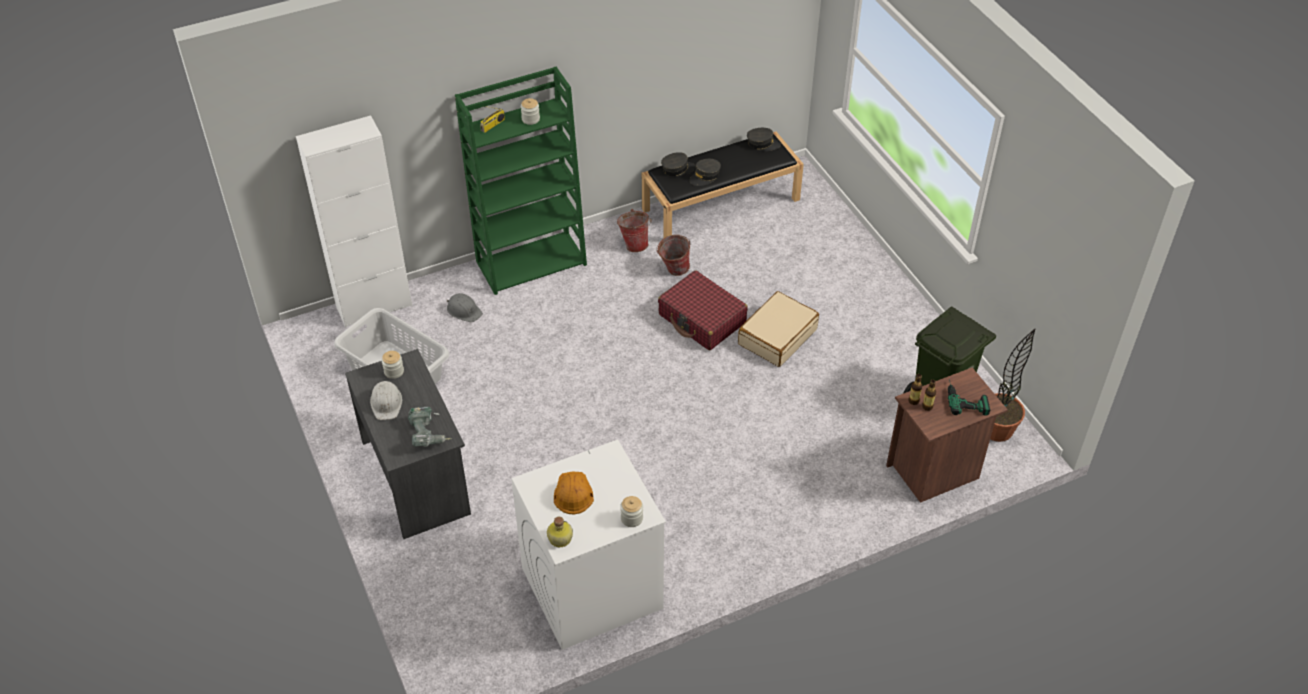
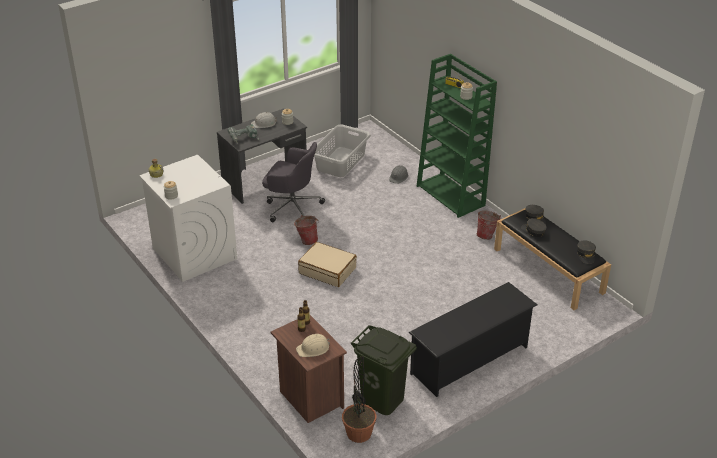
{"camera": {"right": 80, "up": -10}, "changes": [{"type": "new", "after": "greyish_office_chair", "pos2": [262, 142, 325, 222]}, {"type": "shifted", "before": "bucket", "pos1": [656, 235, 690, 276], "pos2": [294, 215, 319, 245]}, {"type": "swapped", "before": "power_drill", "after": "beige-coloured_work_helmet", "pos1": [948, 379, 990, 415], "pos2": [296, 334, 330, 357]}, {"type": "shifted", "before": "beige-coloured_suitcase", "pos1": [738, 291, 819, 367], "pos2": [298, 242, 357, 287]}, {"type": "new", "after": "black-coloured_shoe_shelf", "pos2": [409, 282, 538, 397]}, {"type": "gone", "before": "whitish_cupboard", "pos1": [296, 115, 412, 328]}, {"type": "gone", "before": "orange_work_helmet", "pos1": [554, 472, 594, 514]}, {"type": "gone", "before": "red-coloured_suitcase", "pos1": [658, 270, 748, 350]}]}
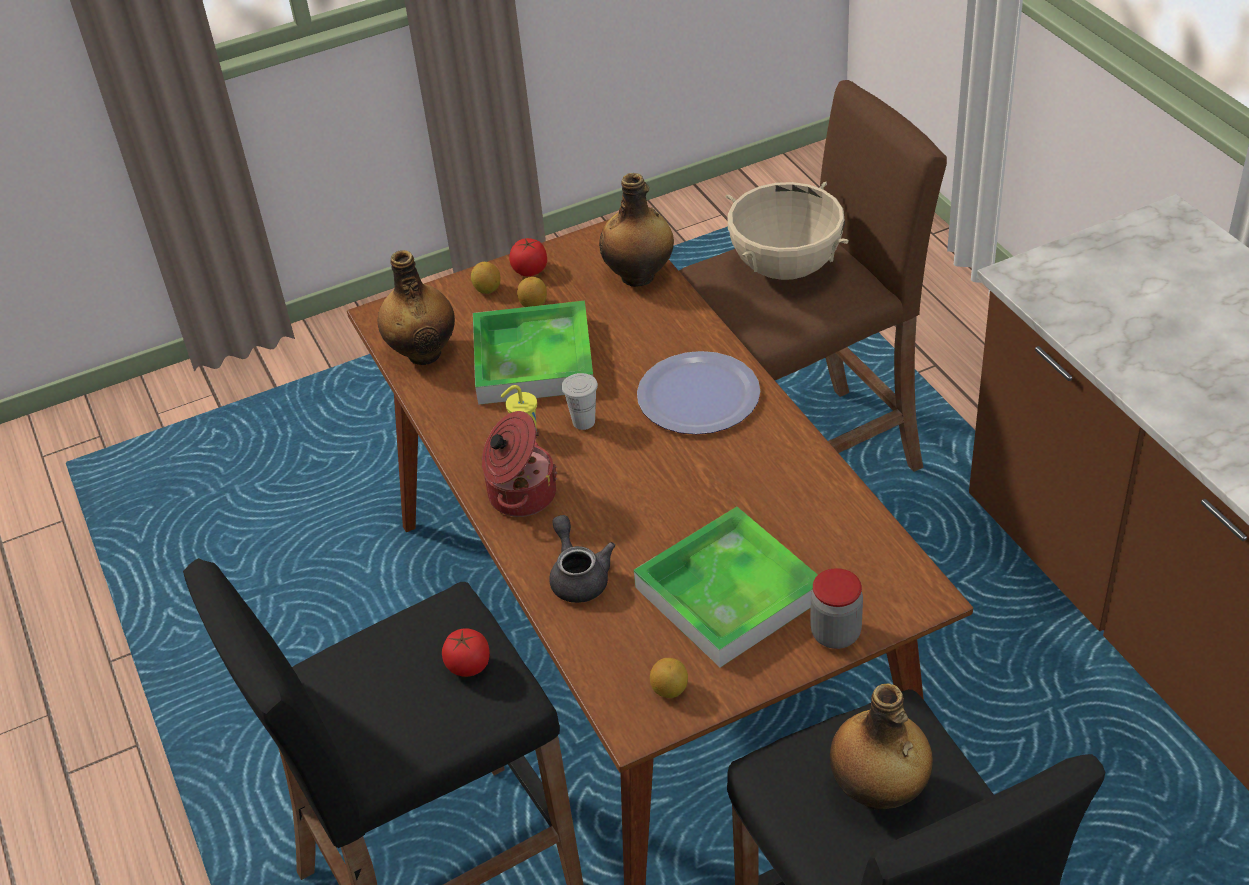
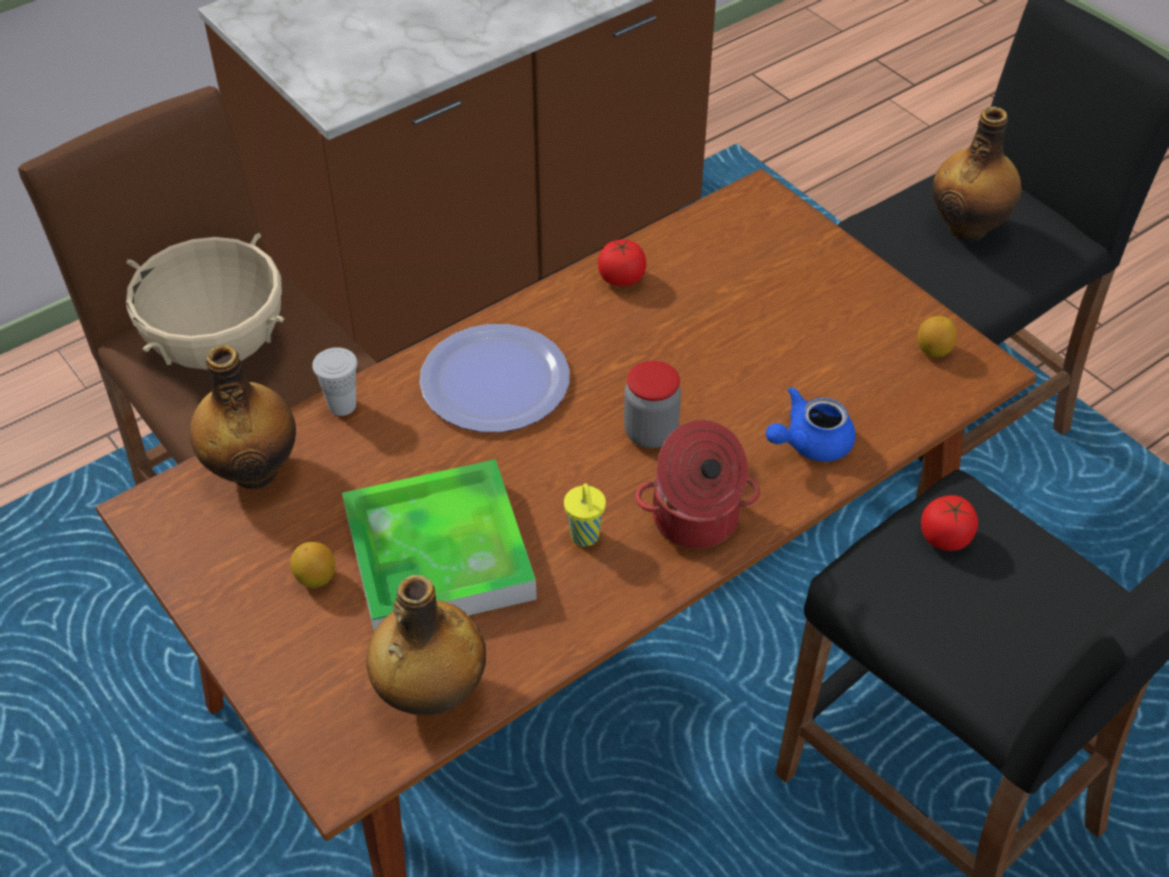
{"camera": {"right": -105, "up": 5}, "changes": [{"type": "shifted", "before": "whitish_cup", "pos1": [562, 373, 598, 430], "pos2": [312, 347, 358, 416]}, {"type": "shifted", "before": "tomato", "pos1": [509, 238, 547, 276], "pos2": [598, 239, 646, 286]}, {"type": "shifted", "before": "storage_jar", "pos1": [810, 568, 863, 649], "pos2": [624, 361, 681, 448]}, {"type": "repainted", "before": "greyish_pot_for_tea", "after": "blue_pot_for_tea", "pos1": [549, 515, 615, 603], "pos2": [766, 387, 856, 462]}, {"type": "gone", "before": "whole_lemon", "pos1": [471, 262, 501, 294]}, {"type": "gone", "before": "carrying_tray", "pos1": [634, 507, 818, 667]}]}
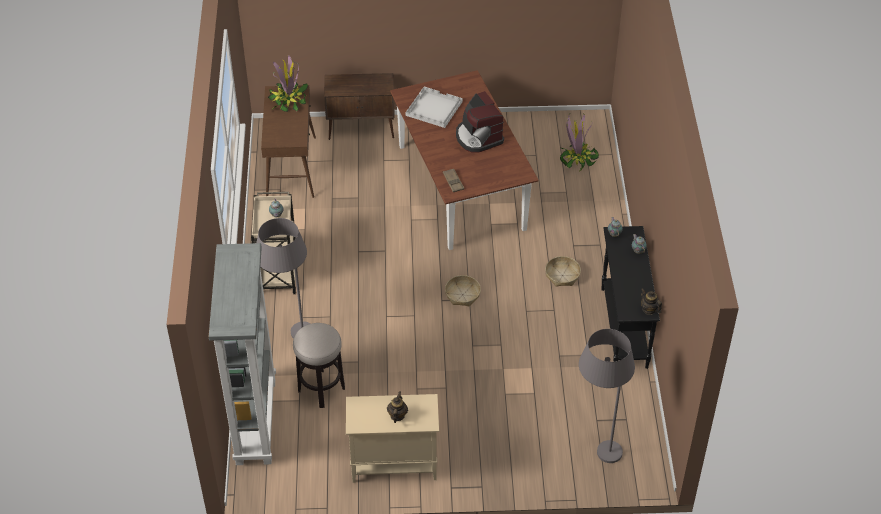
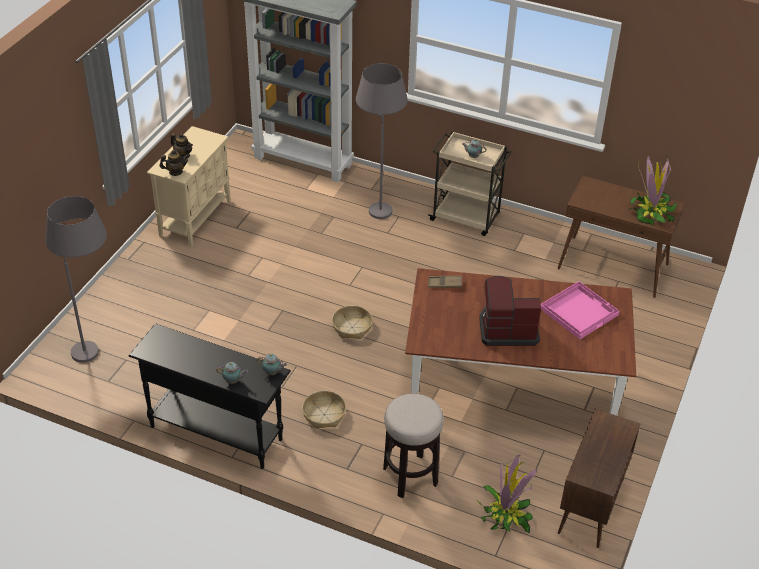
{"camera": {"right": 115, "up": -5}, "changes": [{"type": "shifted", "before": "pot_for_tea", "pos1": [641, 288, 662, 315], "pos2": [159, 150, 189, 176]}, {"type": "shifted", "before": "stool", "pos1": [293, 323, 345, 408], "pos2": [383, 394, 444, 498]}, {"type": "repainted", "before": "whitish_carrying_tray", "after": "pink_carrying_tray", "pos1": [405, 87, 463, 128], "pos2": [541, 281, 620, 339]}, {"type": "shifted", "before": "brown_cupboard", "pos1": [324, 73, 395, 140], "pos2": [558, 409, 641, 548]}]}
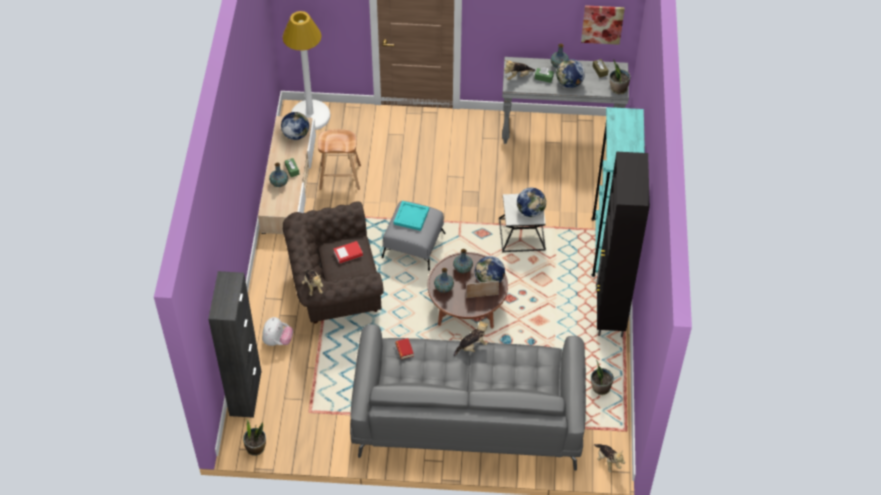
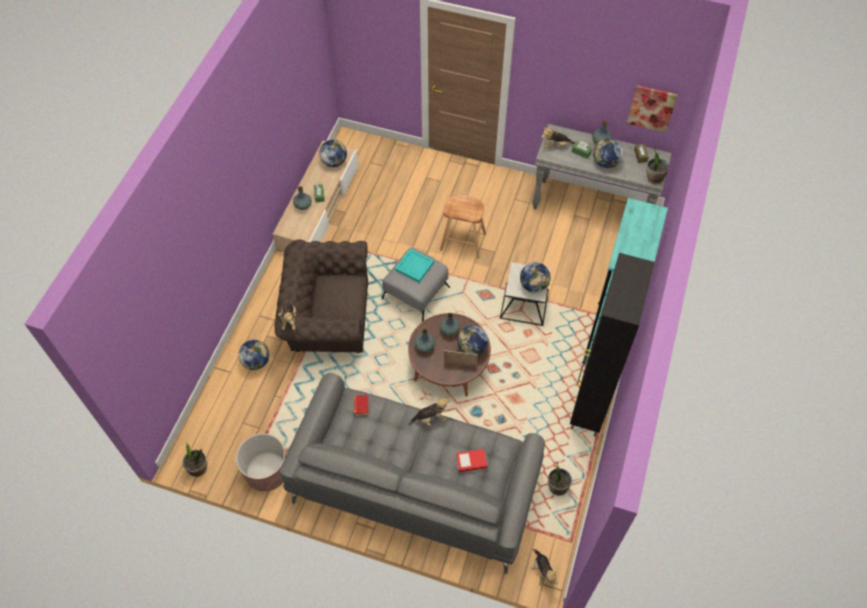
{"camera": {"right": 15, "up": 5}, "changes": [{"type": "new", "after": "brown_plant_pot", "pos2": [236, 433, 286, 491]}, {"type": "swapped", "before": "plush_toy", "after": "globe", "pos1": [262, 317, 293, 346], "pos2": [238, 340, 270, 370]}, {"type": "shifted", "before": "brown_stool", "pos1": [318, 129, 361, 190], "pos2": [440, 195, 486, 259]}, {"type": "shifted", "before": "volume", "pos1": [334, 241, 363, 264], "pos2": [456, 449, 487, 472]}, {"type": "gone", "before": "black-coloured_cupboard", "pos1": [208, 271, 261, 418]}, {"type": "gone", "before": "whitish_floor_lamp", "pos1": [282, 11, 330, 130]}]}
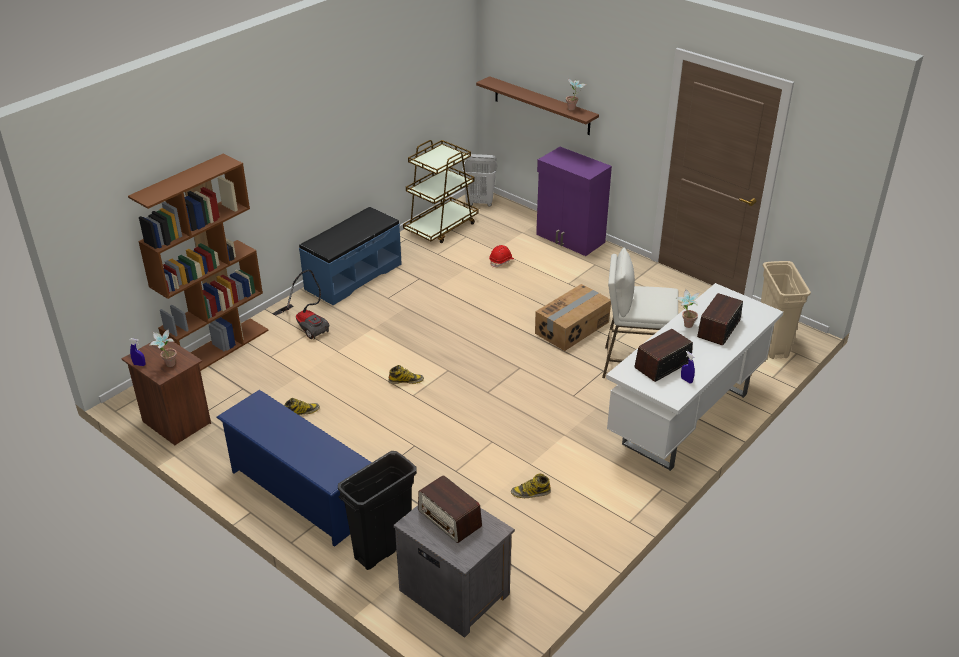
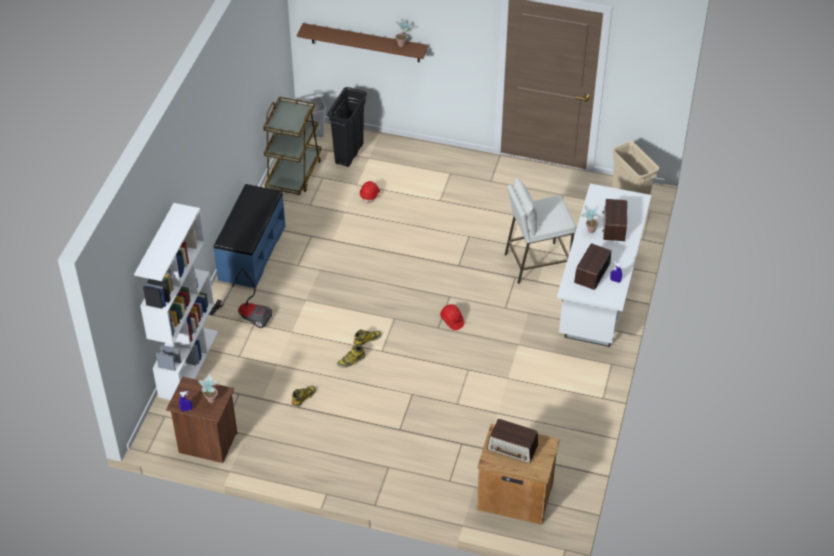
{"camera": {"right": -25, "up": 10}, "changes": [{"type": "repainted", "before": "brown_bookshelf", "after": "whitish_bookshelf", "pos1": [128, 154, 269, 371], "pos2": [134, 203, 218, 400]}, {"type": "shifted", "before": "black-coloured_rubbish_bin", "pos1": [338, 451, 417, 570], "pos2": [327, 87, 367, 167]}, {"type": "shifted", "before": "tall_boot", "pos1": [511, 473, 551, 498], "pos2": [337, 345, 365, 368]}, {"type": "new", "after": "red-coloured_work_helmet", "pos2": [440, 304, 464, 330]}, {"type": "repainted", "before": "greyish_bedside_table", "after": "brown_bedside_table", "pos1": [393, 505, 515, 638], "pos2": [477, 424, 560, 525]}, {"type": "gone", "before": "blue_shoe_shelf", "pos1": [216, 390, 372, 547]}, {"type": "gone", "before": "packing_box", "pos1": [535, 284, 611, 351]}, {"type": "gone", "before": "purple-coloured_cupboard", "pos1": [536, 147, 612, 256]}]}
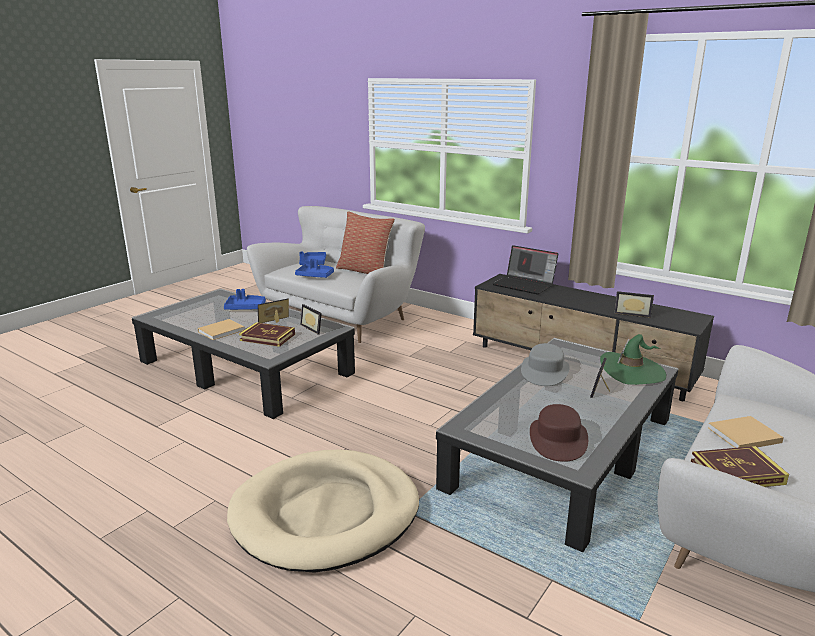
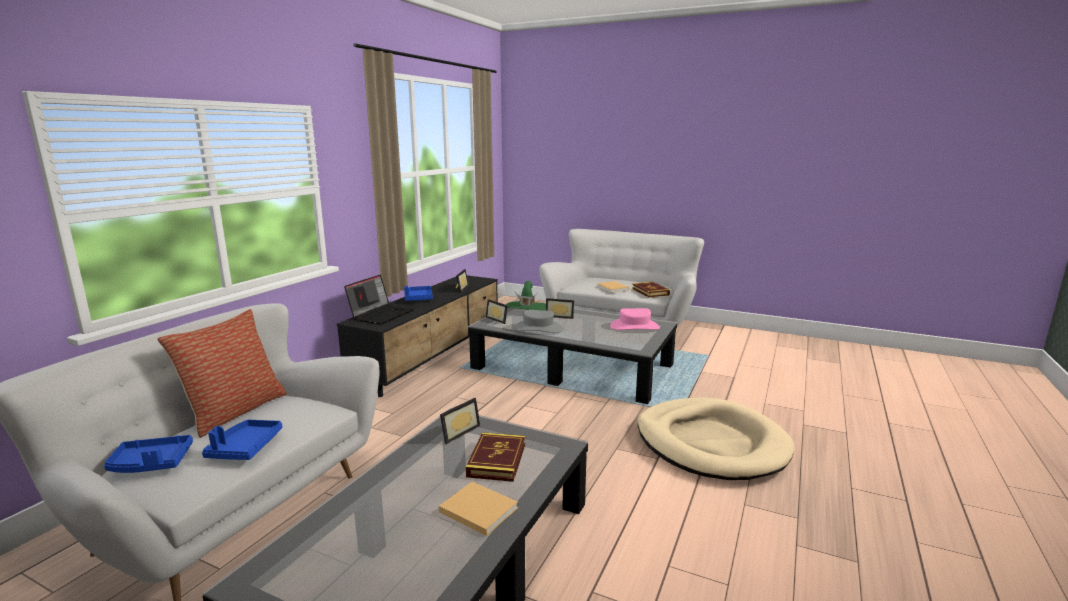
{"camera": {"right": -100, "up": -5}, "changes": [{"type": "shifted", "before": "blue_carrying_tray", "pos1": [224, 289, 266, 310], "pos2": [404, 286, 433, 301]}, {"type": "shifted", "before": "picture_frame", "pos1": [258, 298, 289, 323], "pos2": [486, 299, 508, 324]}, {"type": "repainted", "before": "brown_clothing_hat", "after": "pink_clothing_hat", "pos1": [530, 404, 588, 462], "pos2": [610, 308, 660, 330]}]}
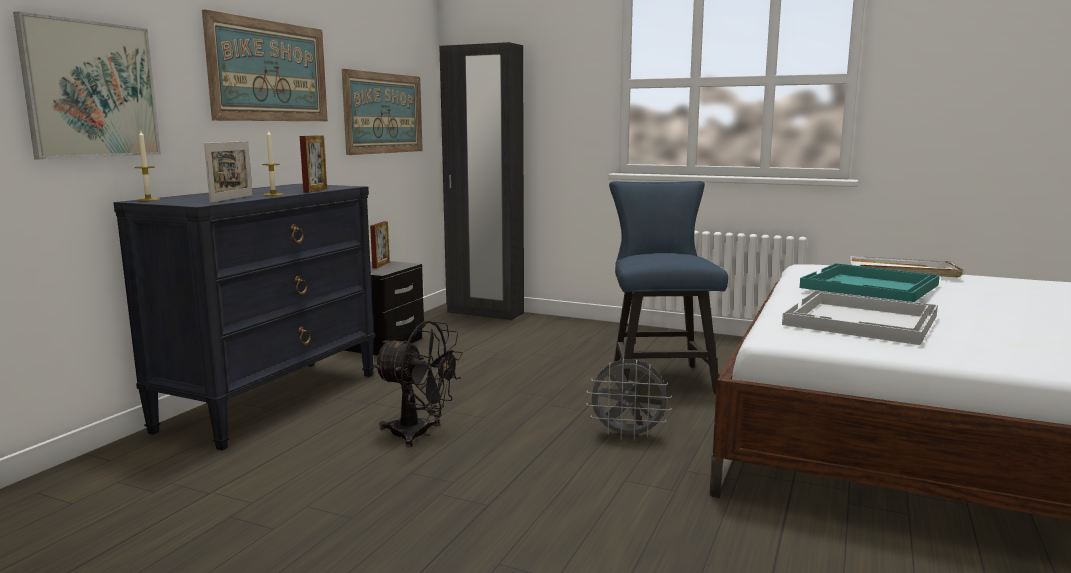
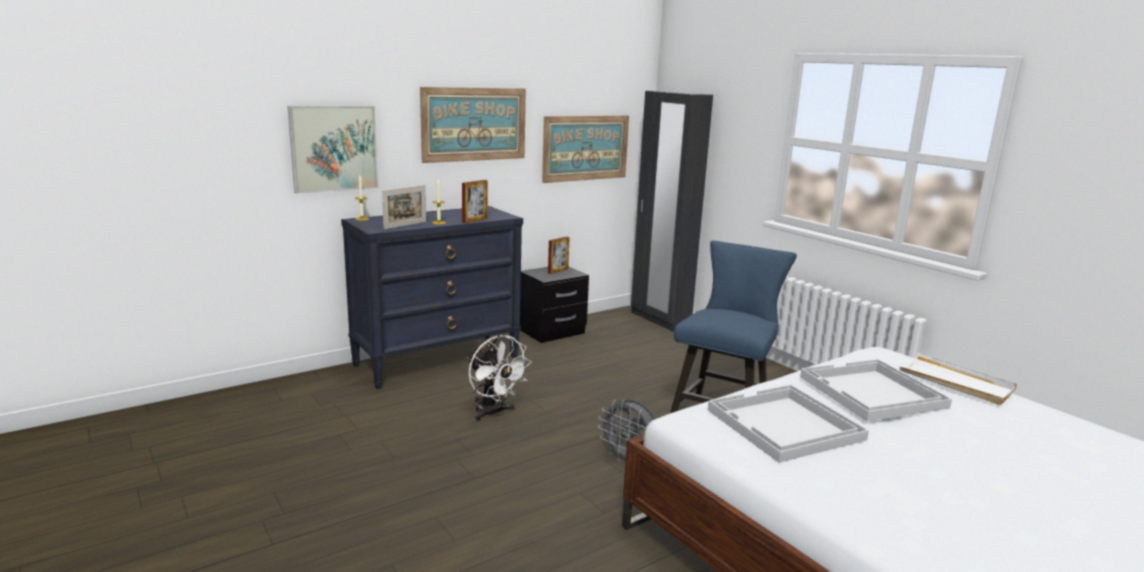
{"camera": {"right": 30, "up": 5}, "changes": [{"type": "repainted", "before": "black-coloured_electric_fan", "after": "whitish_electric_fan", "pos1": [372, 321, 463, 447], "pos2": [467, 335, 532, 421]}, {"type": "repainted", "before": "turquoise_carrying_tray", "after": "whitish_carrying_tray", "pos1": [800, 263, 940, 302], "pos2": [800, 359, 952, 421]}]}
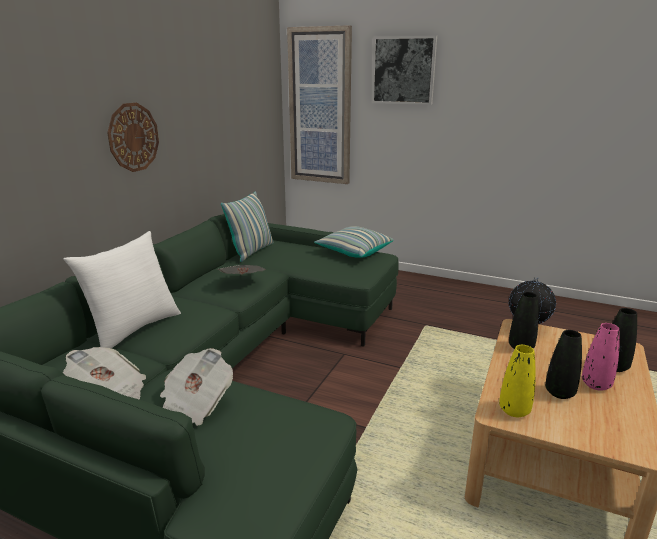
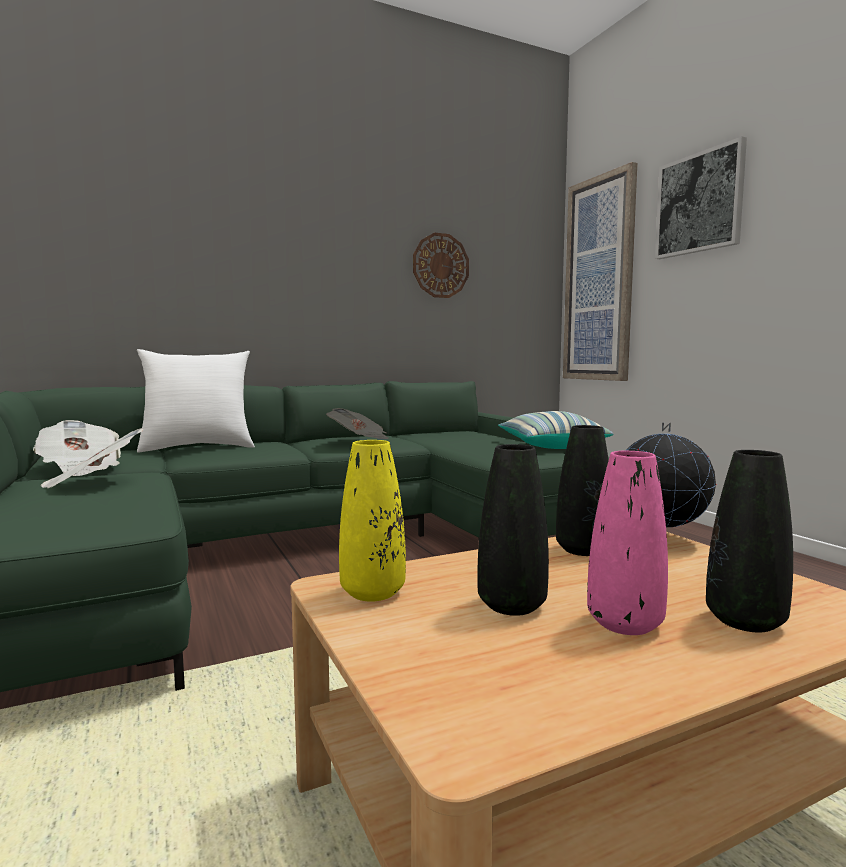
{"camera": {"right": 40, "up": -15}, "changes": [{"type": "shifted", "before": "wall_clock", "pos1": [107, 103, 159, 172], "pos2": [413, 233, 469, 298]}, {"type": "gone", "before": "pillow", "pos1": [221, 191, 274, 262]}]}
